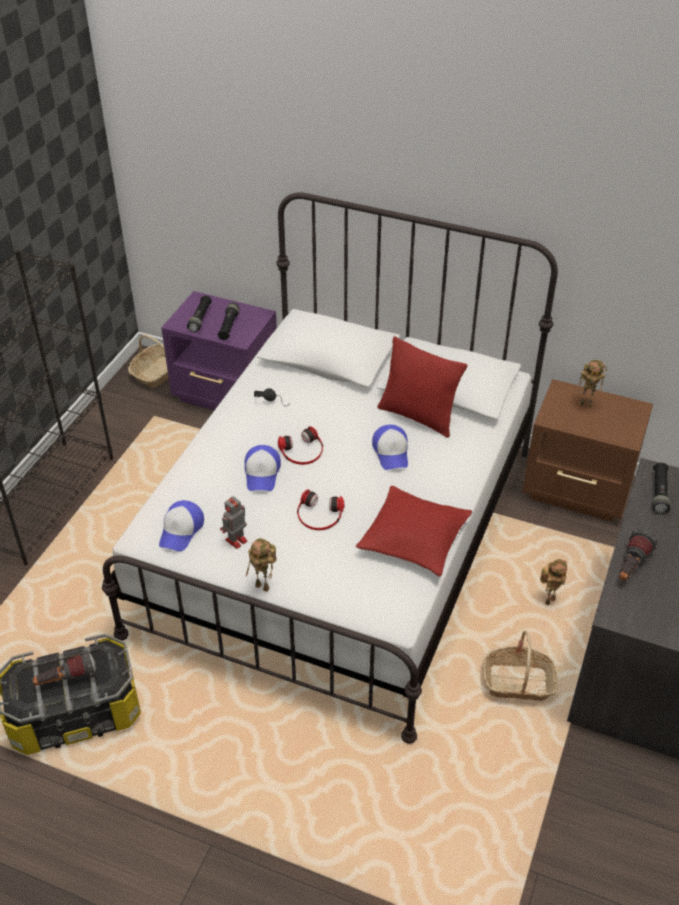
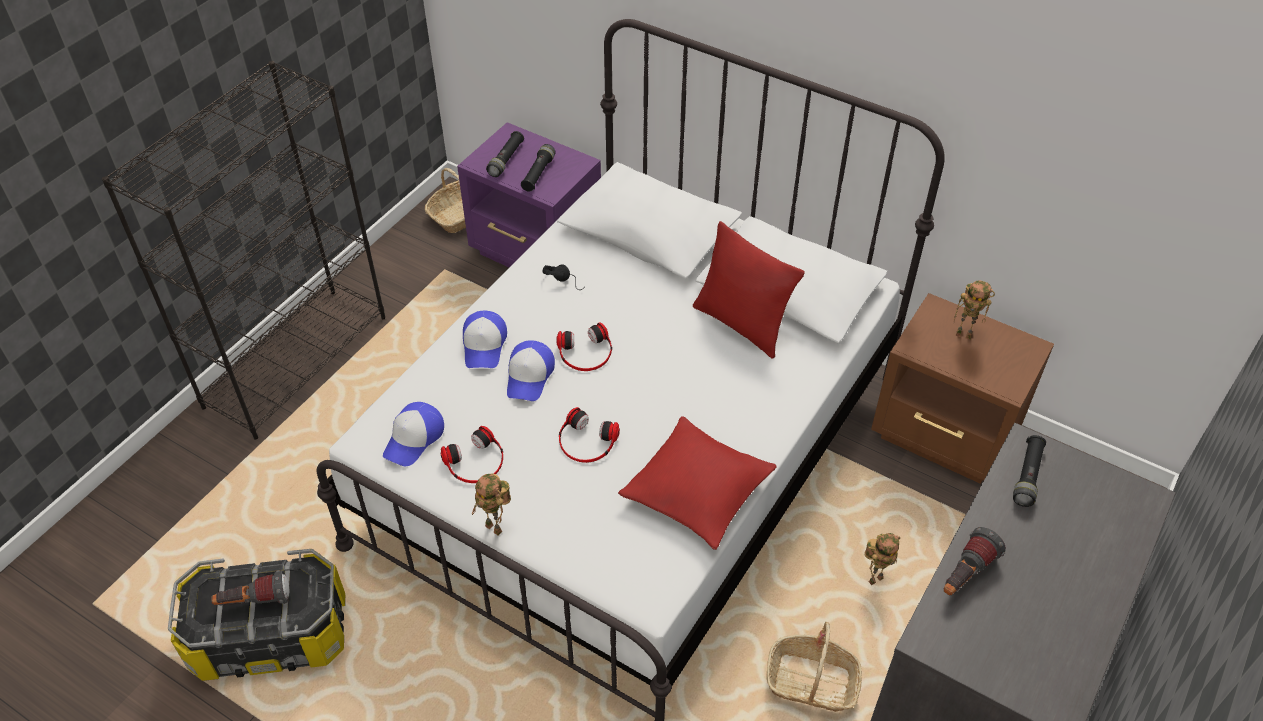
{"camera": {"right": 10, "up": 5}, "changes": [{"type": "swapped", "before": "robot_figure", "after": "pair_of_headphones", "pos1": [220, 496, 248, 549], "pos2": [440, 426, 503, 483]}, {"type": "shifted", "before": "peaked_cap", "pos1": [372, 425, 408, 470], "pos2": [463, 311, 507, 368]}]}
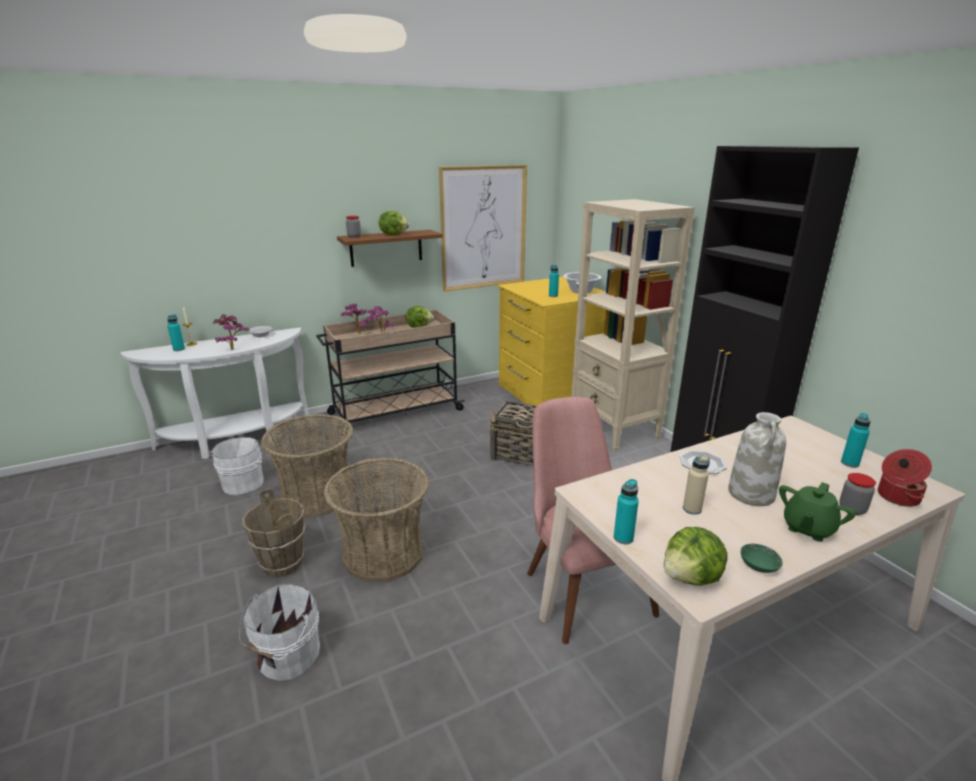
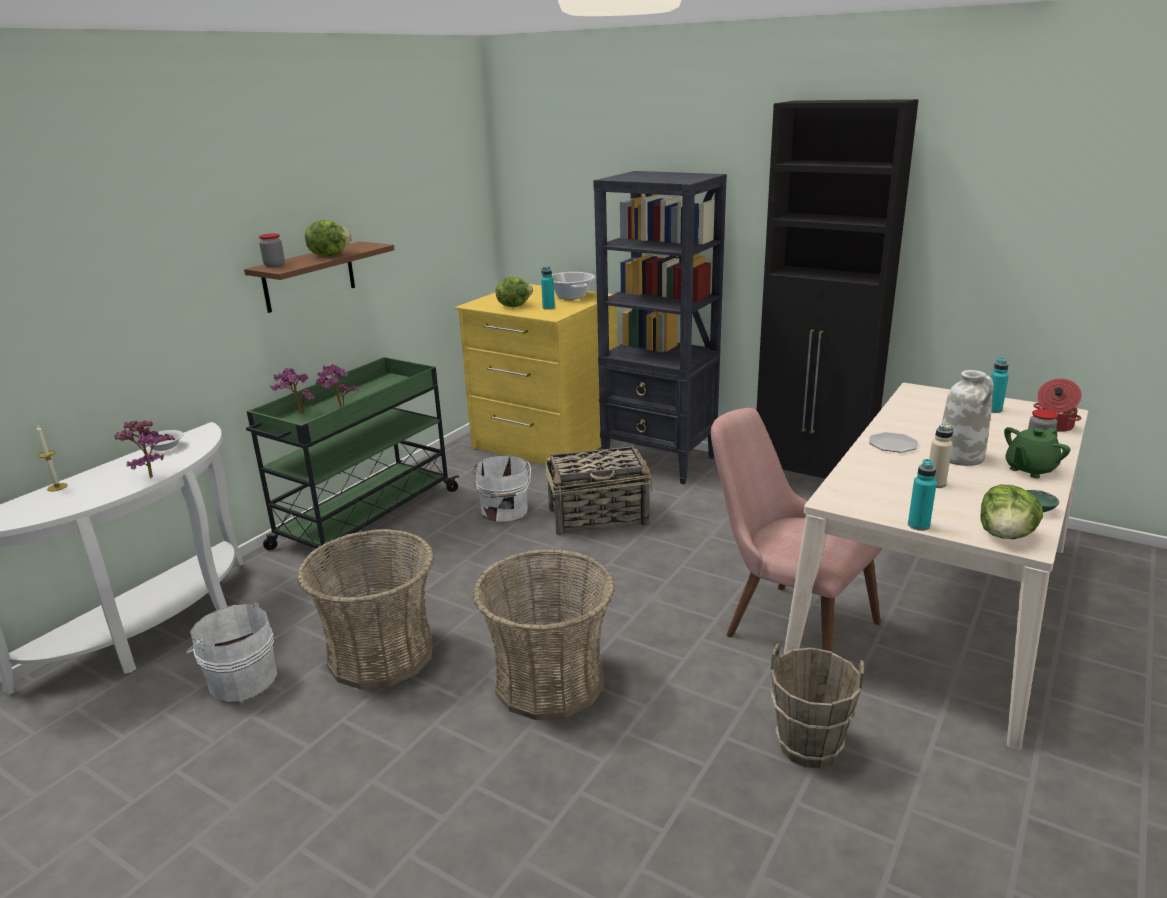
{"camera": {"right": -30, "up": 0}, "changes": [{"type": "repainted", "before": "beige-coloured_cart", "after": "greenish_cart", "pos1": [316, 310, 465, 435], "pos2": [246, 357, 459, 571]}, {"type": "shifted", "before": "whitish_bucket", "pos1": [239, 584, 320, 681], "pos2": [472, 455, 531, 522]}, {"type": "shifted", "before": "lettuce_head", "pos1": [406, 306, 434, 328], "pos2": [496, 277, 533, 307]}, {"type": "repainted", "before": "beige-coloured_bookshelf", "after": "black-coloured_bookshelf", "pos1": [571, 199, 695, 452], "pos2": [593, 171, 727, 484]}, {"type": "shifted", "before": "brown_bucket", "pos1": [243, 488, 306, 577], "pos2": [771, 643, 864, 768]}, {"type": "rotated", "before": "greenish_pot_for_tea", "pos1": [779, 482, 856, 542], "pos2": [1004, 427, 1070, 478], "turn": 45}, {"type": "gone", "before": "turquoise_bottle", "pos1": [167, 314, 185, 351]}, {"type": "gone", "before": "wall_picture", "pos1": [439, 165, 527, 291]}]}
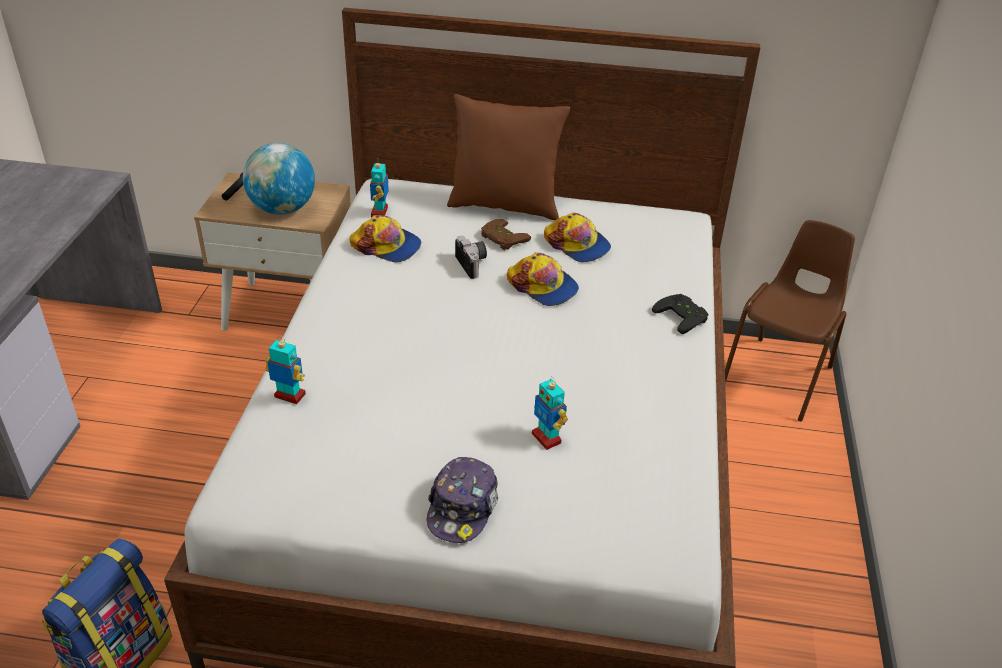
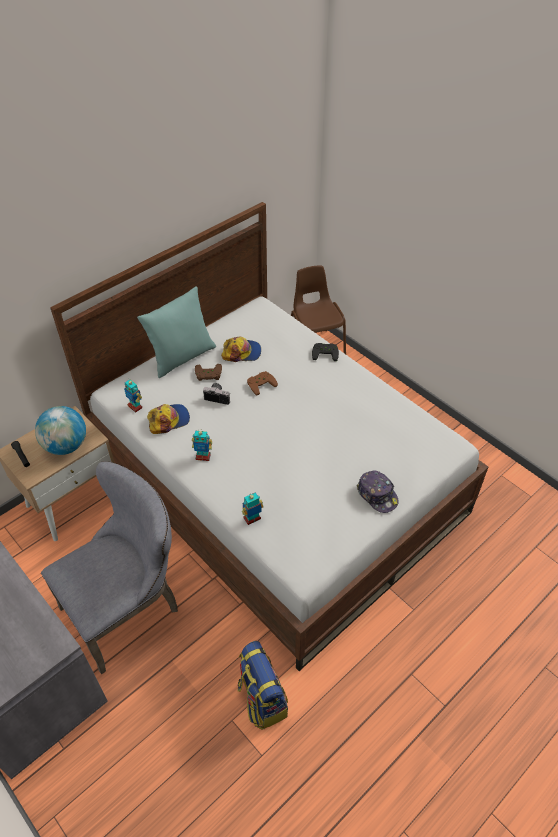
{"camera": {"right": -50, "up": 10}, "changes": [{"type": "new", "after": "greyish_chair", "pos2": [41, 461, 178, 674]}, {"type": "repainted", "before": "brown_pillow", "after": "turquoise_pillow", "pos1": [447, 94, 570, 220], "pos2": [137, 286, 216, 378]}, {"type": "shifted", "before": "robot_figure", "pos1": [532, 376, 568, 450], "pos2": [192, 429, 212, 461]}, {"type": "swapped", "before": "peaked_cap", "after": "brown_joypad", "pos1": [507, 252, 579, 306], "pos2": [247, 371, 278, 396]}]}
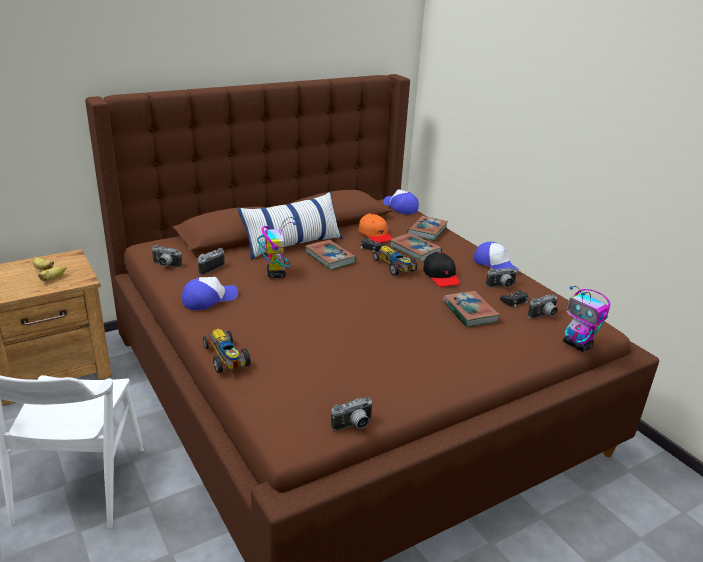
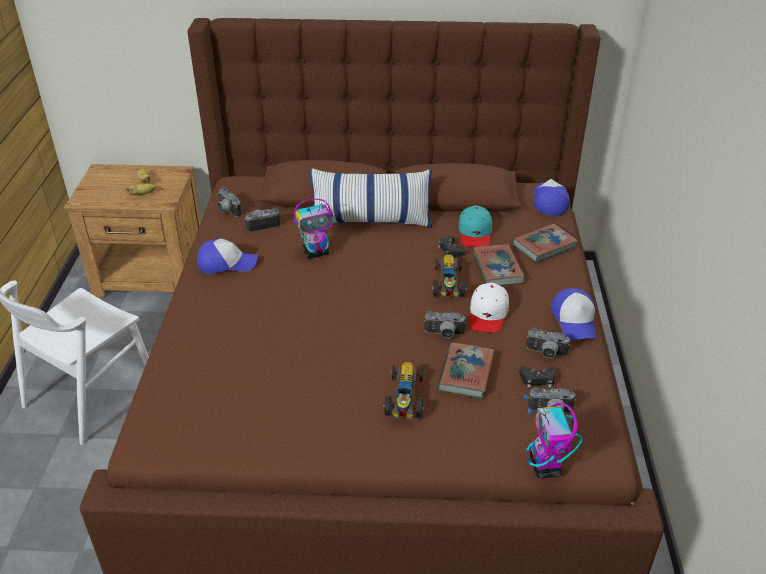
{"camera": {"right": 35, "up": 10}, "changes": [{"type": "rotated", "before": "robot_figure", "pos1": [257, 217, 296, 278], "pos2": [294, 199, 333, 259], "turn": 45}, {"type": "shifted", "before": "miniature_car", "pos1": [203, 329, 251, 373], "pos2": [383, 362, 424, 419]}, {"type": "shifted", "before": "still_camera", "pos1": [331, 397, 374, 431], "pos2": [424, 311, 466, 338]}, {"type": "repainted", "before": "orange_peaked_cap", "after": "turquoise_peaked_cap", "pos1": [359, 214, 393, 243], "pos2": [458, 205, 492, 247]}, {"type": "repainted", "before": "black-coloured_peaked_cap", "after": "whitish_peaked_cap", "pos1": [423, 252, 460, 287], "pos2": [469, 283, 509, 333]}, {"type": "gone", "before": "volume", "pos1": [305, 240, 356, 270]}]}
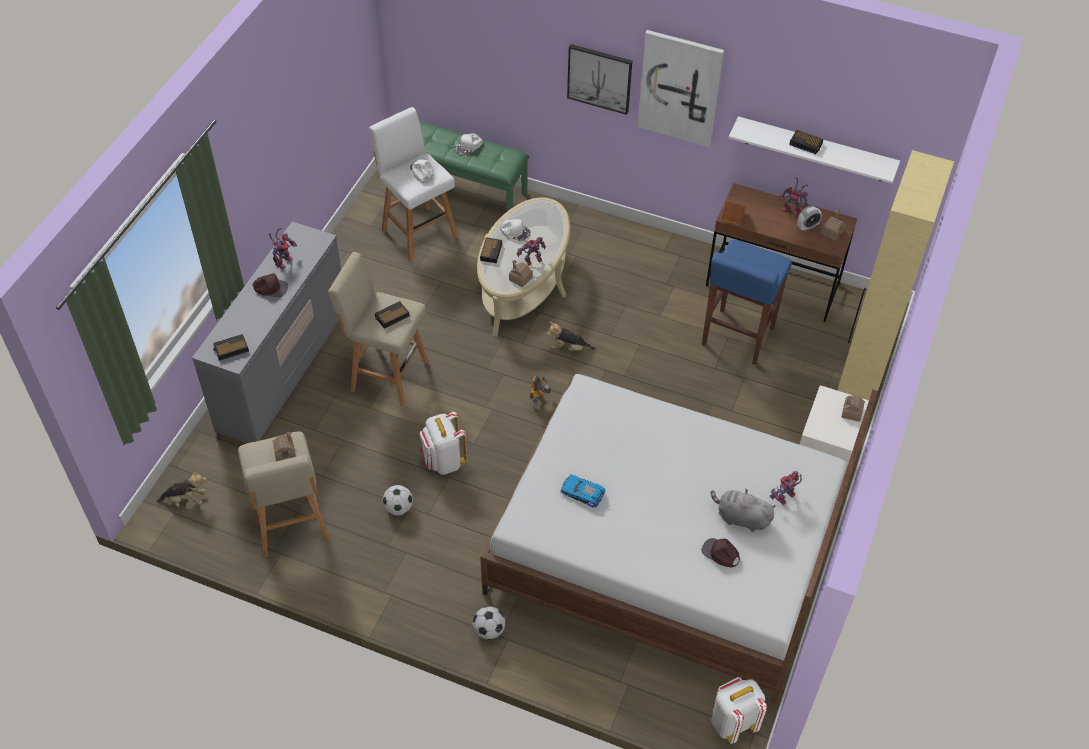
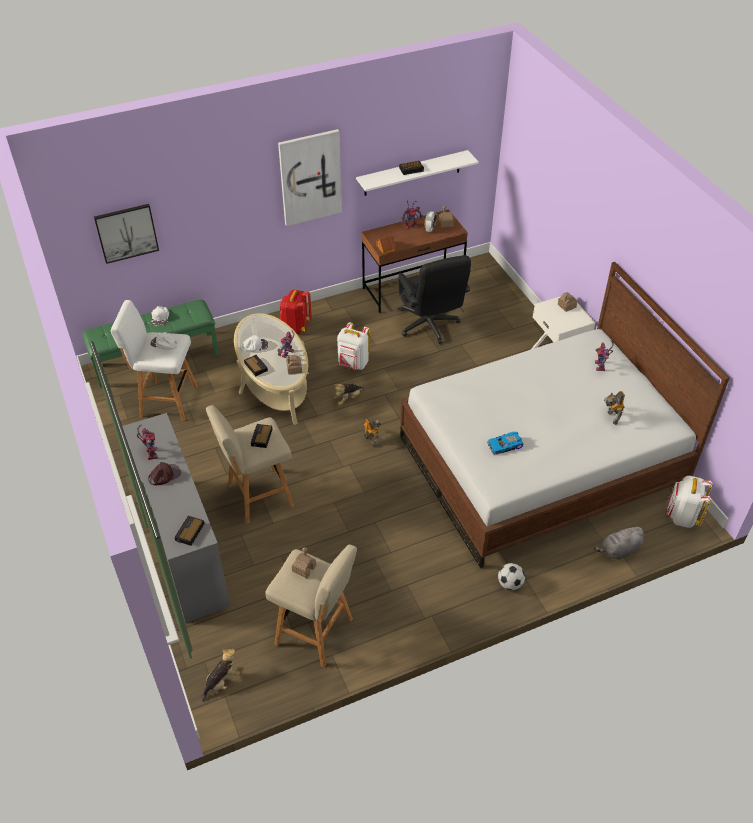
{"camera": {"right": -45, "up": -5}, "changes": [{"type": "shifted", "before": "wall_picture", "pos1": [567, 44, 632, 115], "pos2": [94, 204, 159, 264]}, {"type": "new", "after": "red-coloured_rucksack", "pos2": [279, 290, 312, 334]}, {"type": "shifted", "before": "whitish_rucksack", "pos1": [420, 412, 467, 475], "pos2": [337, 322, 370, 370]}, {"type": "swapped", "before": "blue_stool", "after": "black-coloured_office_chair", "pos1": [702, 239, 792, 365], "pos2": [398, 255, 471, 344]}, {"type": "shifted", "before": "greyish_plush_toy", "pos1": [711, 489, 775, 532], "pos2": [593, 526, 644, 560]}, {"type": "swapped", "before": "brown_peaked_cap", "after": "robot_figure", "pos1": [701, 538, 740, 567], "pos2": [604, 391, 625, 425]}, {"type": "gone", "before": "football", "pos1": [382, 485, 413, 516]}, {"type": "gone", "before": "beige-coloured_cupboard", "pos1": [837, 150, 954, 400]}]}
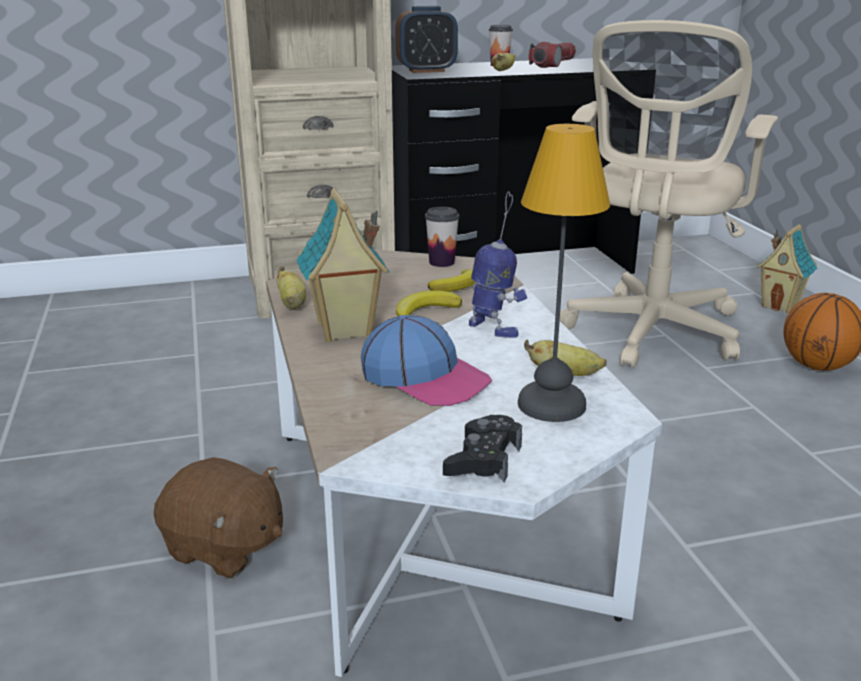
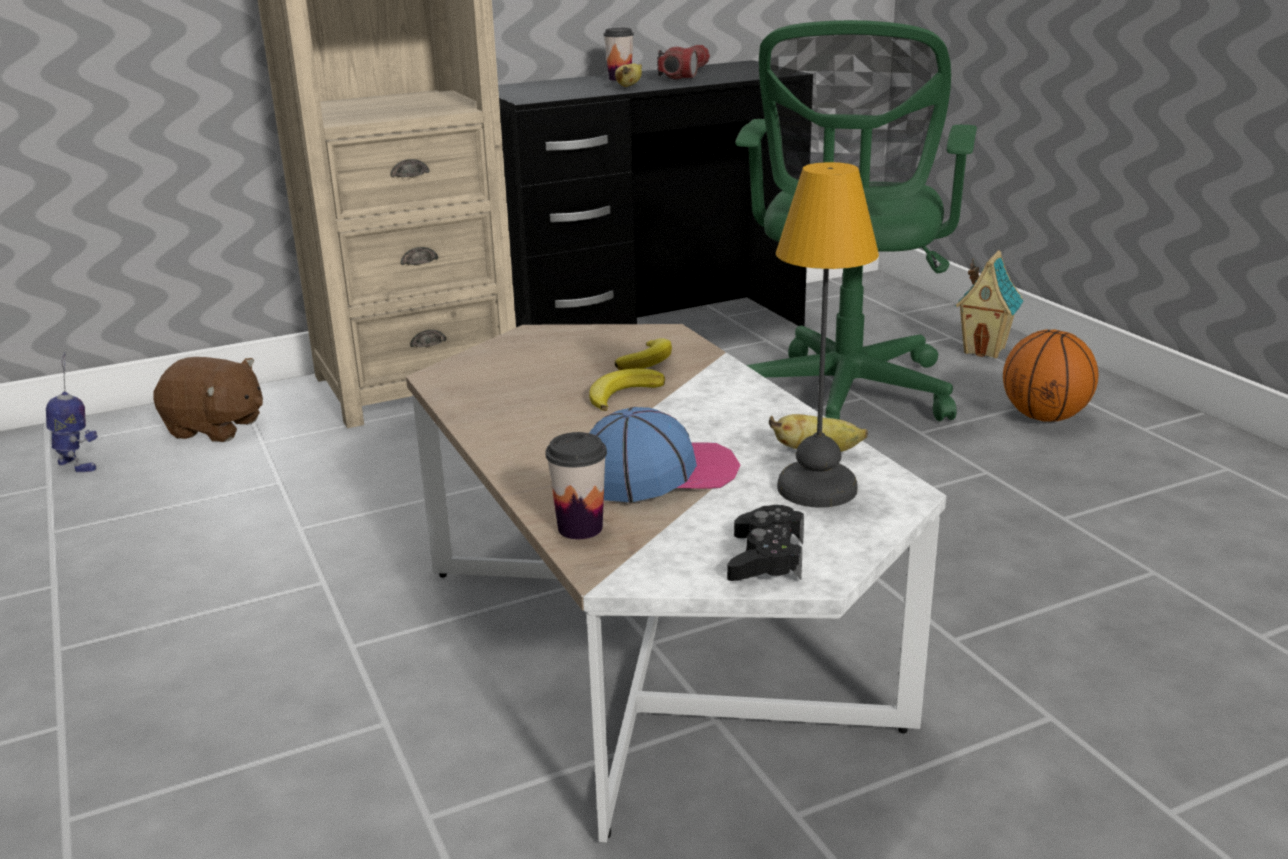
{"camera": {"right": -10, "up": 0}, "changes": [{"type": "shifted", "before": "robot_figure", "pos1": [469, 191, 527, 338], "pos2": [46, 352, 98, 472]}, {"type": "shifted", "before": "brown_plush_toy", "pos1": [153, 457, 283, 578], "pos2": [153, 357, 263, 442]}, {"type": "shifted", "before": "cup", "pos1": [425, 207, 459, 267], "pos2": [546, 432, 607, 539]}, {"type": "rotated", "before": "peaked_cap", "pos1": [361, 315, 492, 406], "pos2": [589, 407, 740, 502], "turn": -45}, {"type": "repainted", "before": "beige-coloured_office_chair", "after": "greenish_office_chair", "pos1": [560, 20, 778, 368], "pos2": [735, 20, 977, 421]}, {"type": "gone", "before": "banana", "pos1": [277, 266, 306, 309]}, {"type": "gone", "before": "miniature_house", "pos1": [296, 188, 390, 342]}, {"type": "gone", "before": "alarm_clock", "pos1": [395, 6, 458, 73]}]}
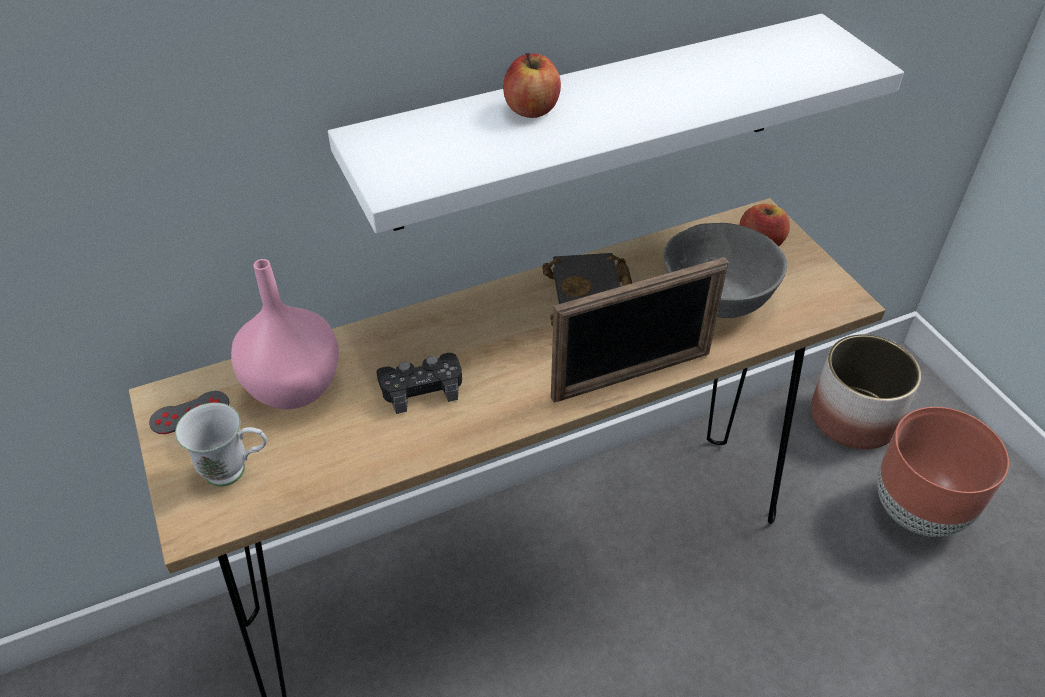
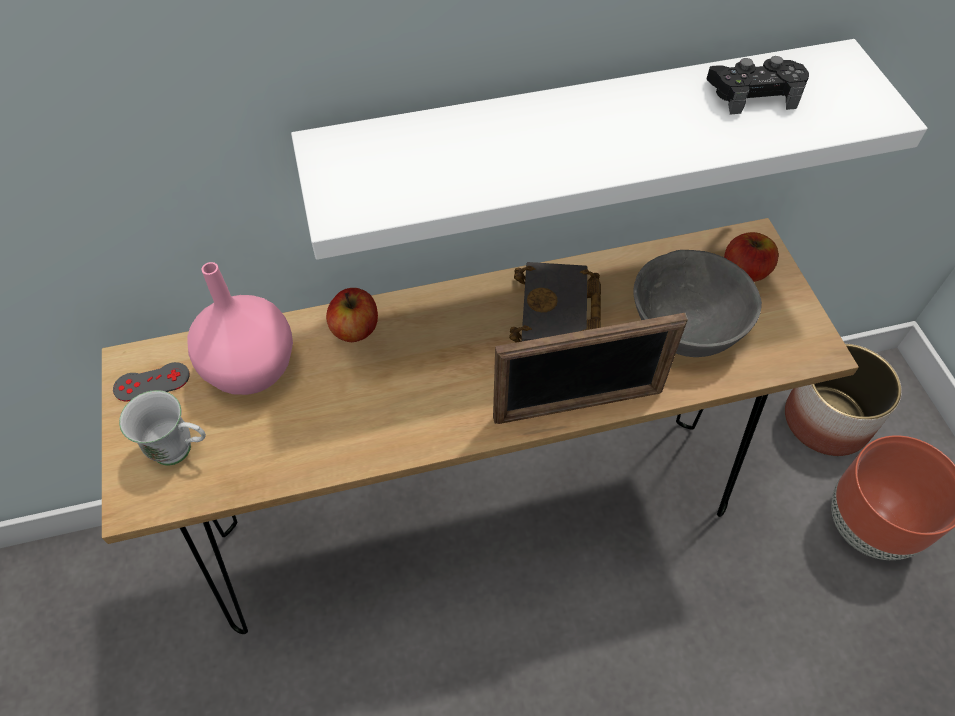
{"camera": {"right": 10, "up": 10}, "changes": [{"type": "shifted", "before": "whole_apple", "pos1": [503, 53, 561, 118], "pos2": [326, 288, 378, 342]}, {"type": "shifted", "before": "black-coloured_joypad", "pos1": [376, 353, 462, 414], "pos2": [707, 56, 809, 115]}]}
